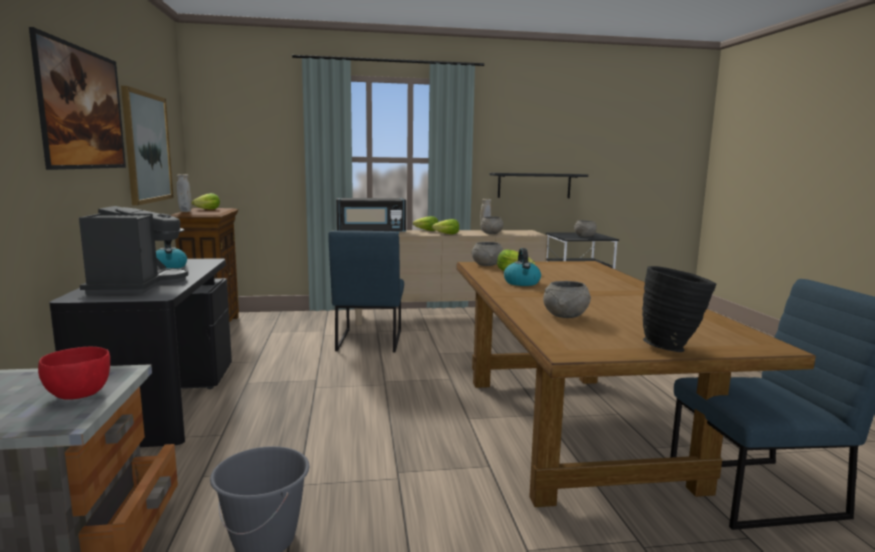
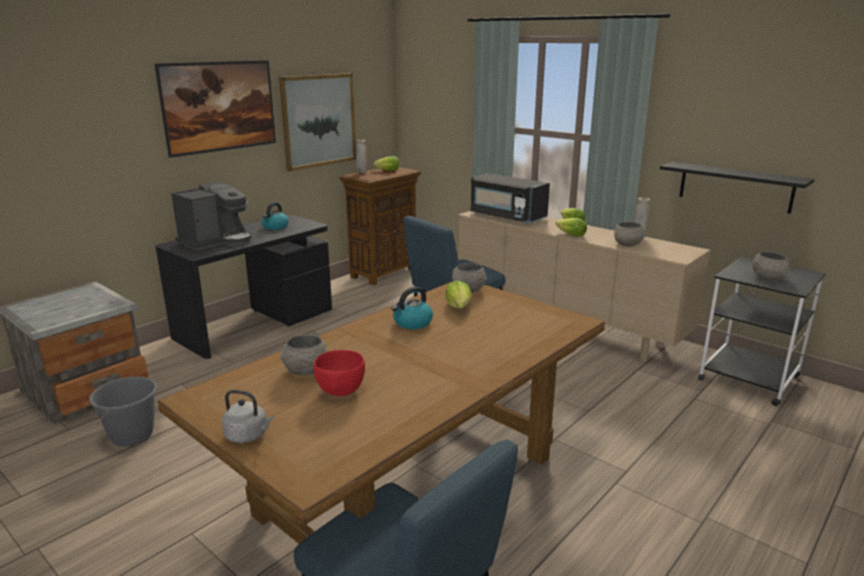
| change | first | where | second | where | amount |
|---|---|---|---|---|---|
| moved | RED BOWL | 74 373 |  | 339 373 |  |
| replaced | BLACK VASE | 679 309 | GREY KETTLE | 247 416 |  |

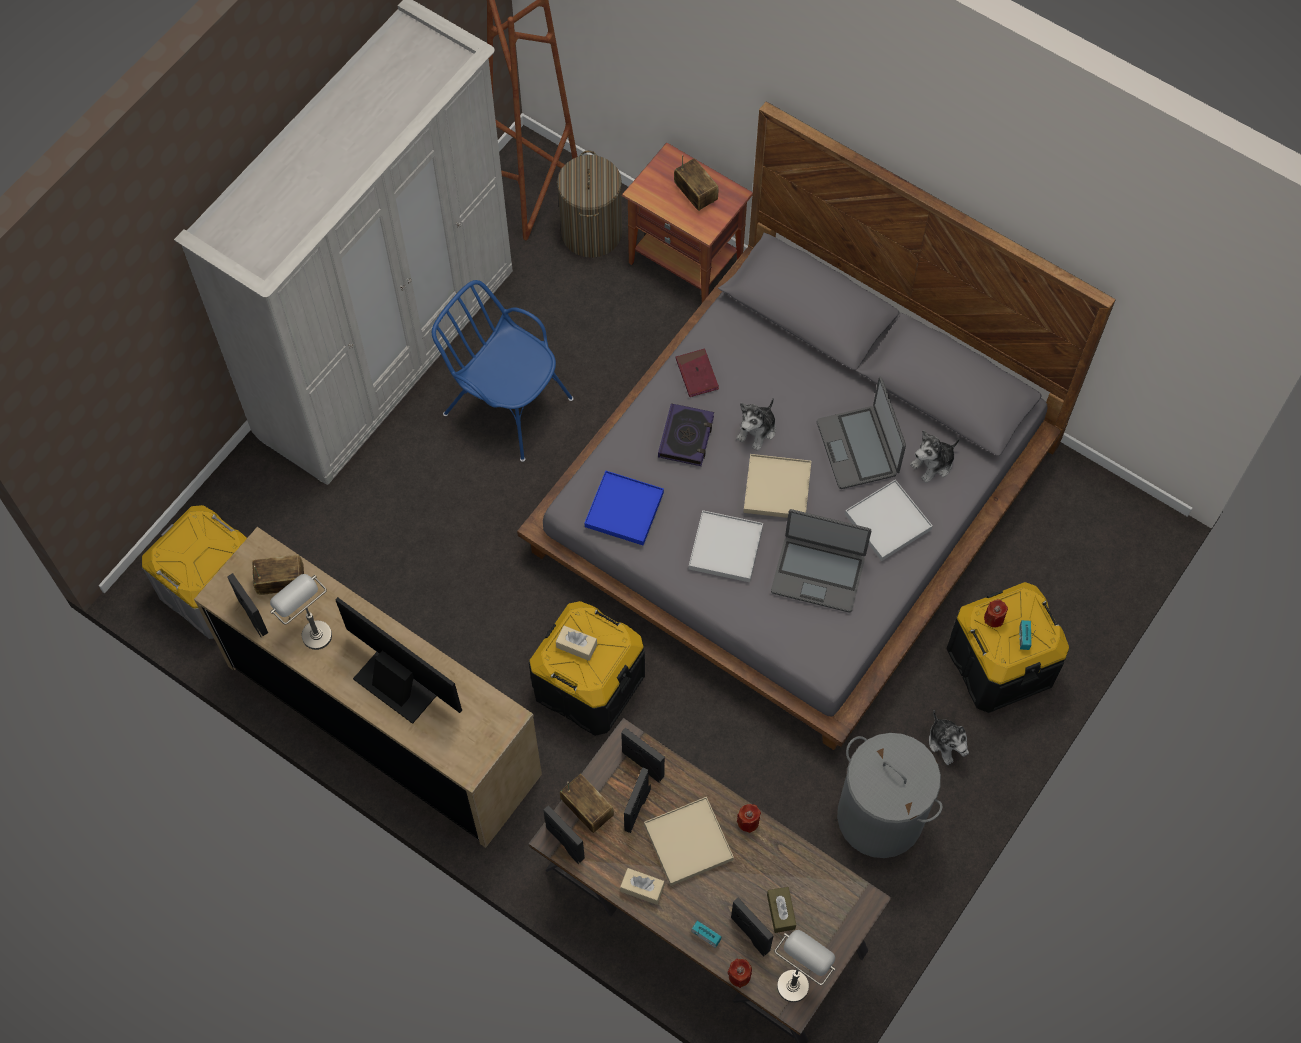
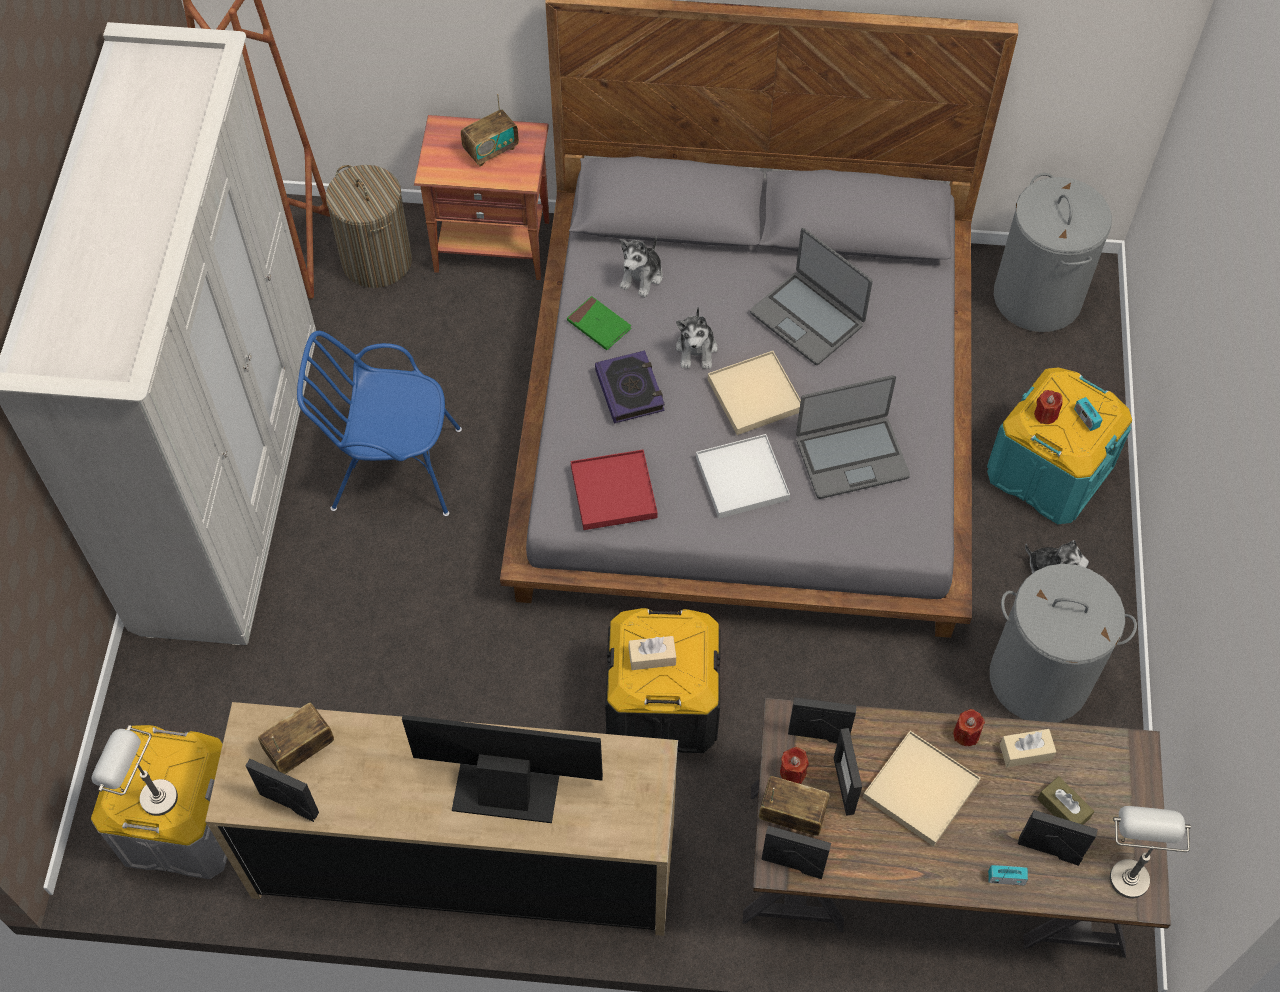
| change | first | where | second | where | amount |
|---|---|---|---|---|---|
| moved | GREY TABLE LAMP | 301 612 |  | 135 770 |  |
| recoloured | BLUE TRAY | 624 507 | RED TRAY | 614 490 |  |
| moved | BEIGE TISSUE BOX | 642 886 |  | 1028 748 |  |
| turned | RADIO | 696 183 |  | 490 130 | 120 degrees clockwise |
| recoloured | RED BOOK | 697 372 | GREEN BOOK | 599 323 |  |
| moved | RED CANDLE | 740 973 |  | 794 765 |  |
| removed | WHITE TRAY | 889 520 |  |  |  |
| moved | PLUSH TOY | 935 456 |  | 641 267 |  |
| recoloured | BLACK STORAGE BOX | 1007 647 | TURQUOISE STORAGE BOX | 1059 445 |  |
| added |  |  | GREY LAUNDRY BASKET | 1053 252 |  |

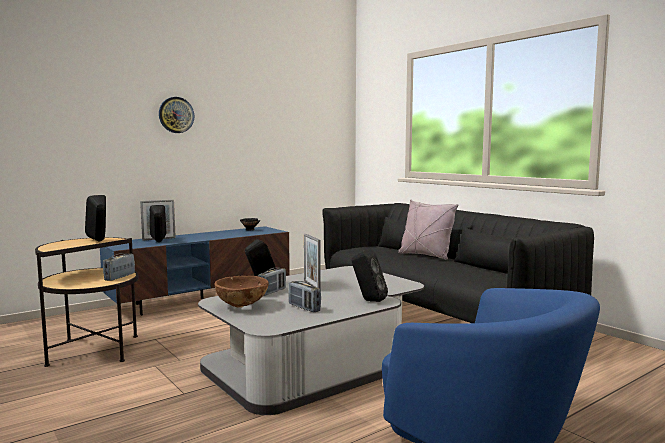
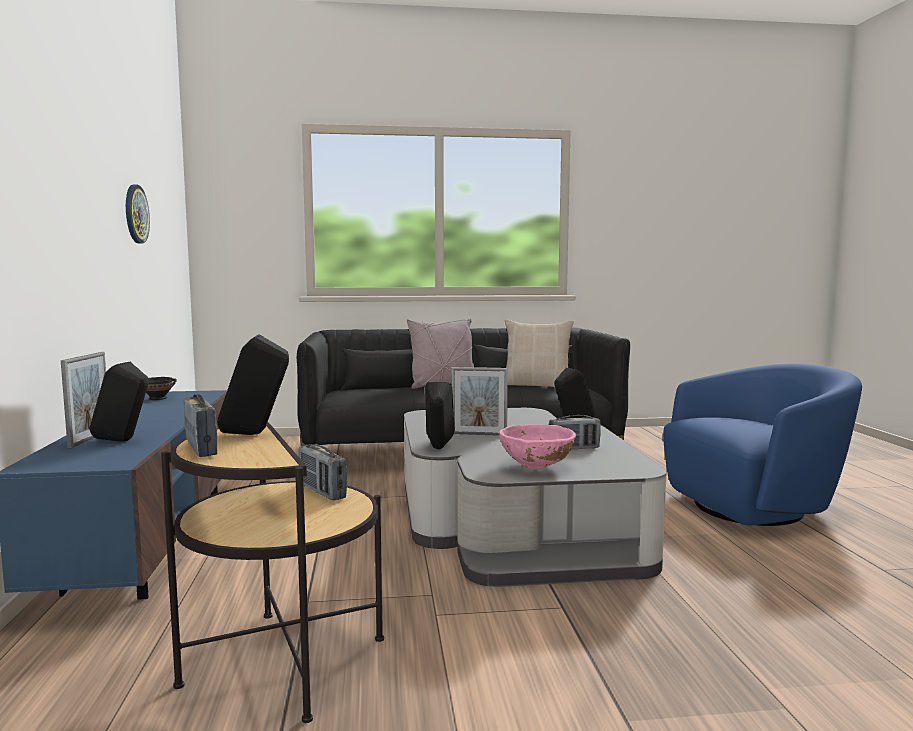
| change | first | where | second | where | amount |
|---|---|---|---|---|---|
| moved | WALL CLOCK | 176 115 |  | 138 214 |  |
| recoloured | BROWN BOWL | 241 292 | PINK BOWL | 537 446 |  |
| moved | RADIO | 272 281 |  | 200 425 |  |
| added |  |  | BEIGE PILLOW | 539 353 |  |

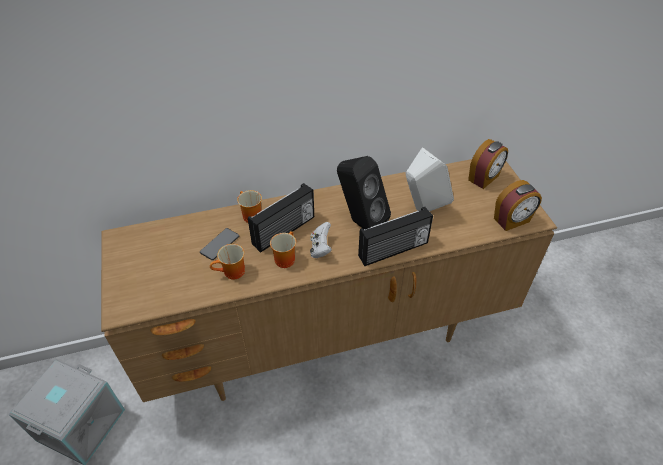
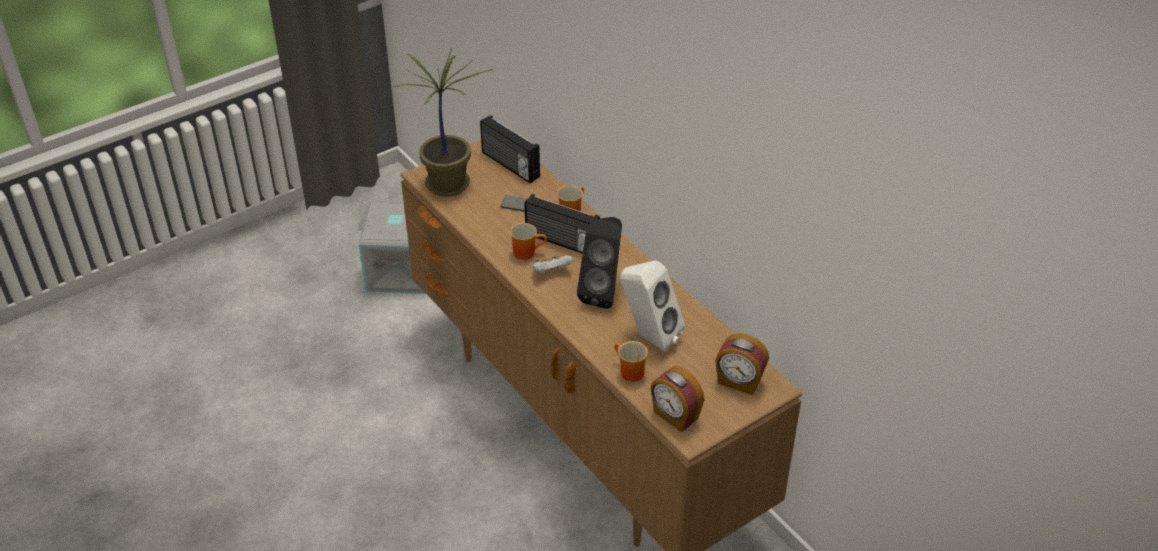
| change | first | where | second | where | amount |
|---|---|---|---|---|---|
| moved | MUG | 227 262 |  | 631 361 |  |
| moved | RADIO | 395 236 |  | 510 149 |  |
| added |  |  | POTTED PLANT | 443 122 |  |

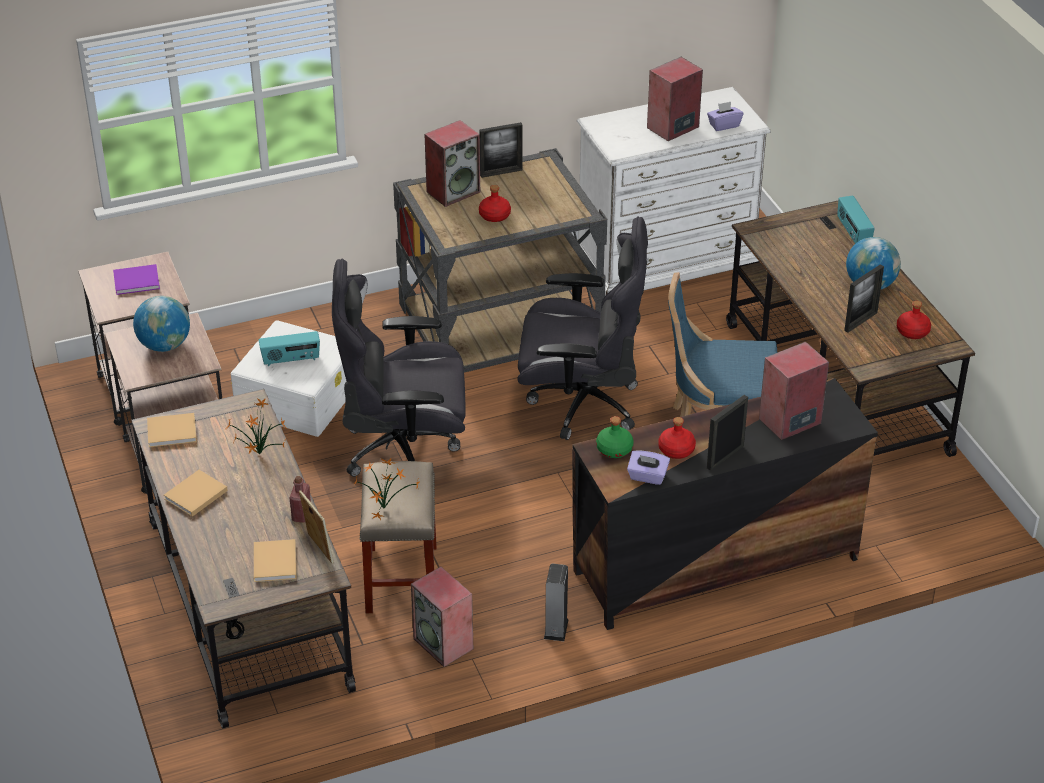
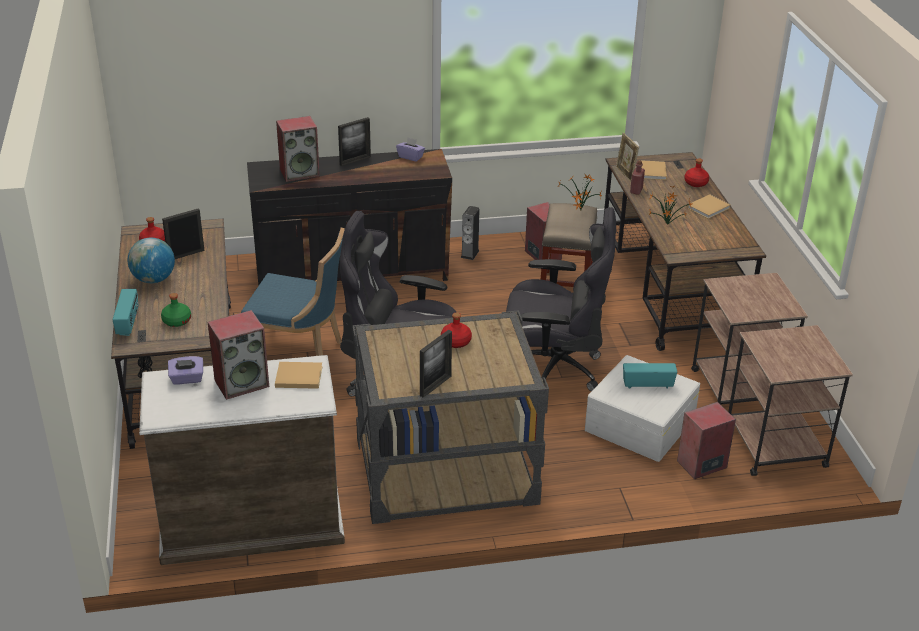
| change | first | where | second | where | amount |
|---|---|---|---|---|---|
| removed | PURPLE BOOK | 136 279 |  |  |  |
| removed | GLOBE | 161 324 |  |  |  |
| moved | BEIGE BOOK | 172 430 |  | 298 375 |  |
| moved | SPEAKER | 452 163 |  | 706 440 |  |
| turned | PICTURE FRAME | 501 150 |  | 436 364 | 135 degrees clockwise |
| moved | GREEN BOTTLE | 615 437 |  | 176 310 |  |
| moved | RED BOTTLE | 677 438 |  | 696 172 |  |

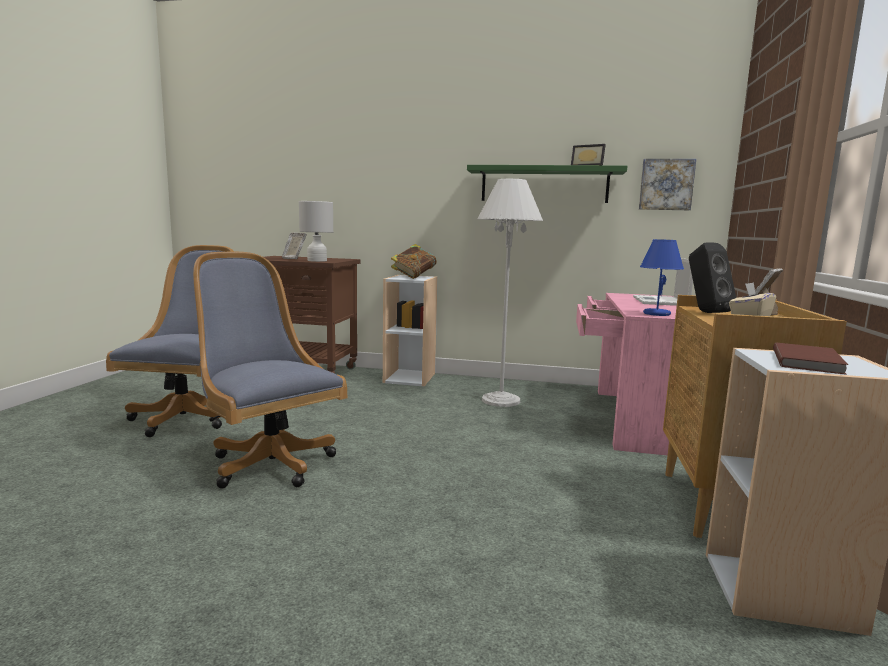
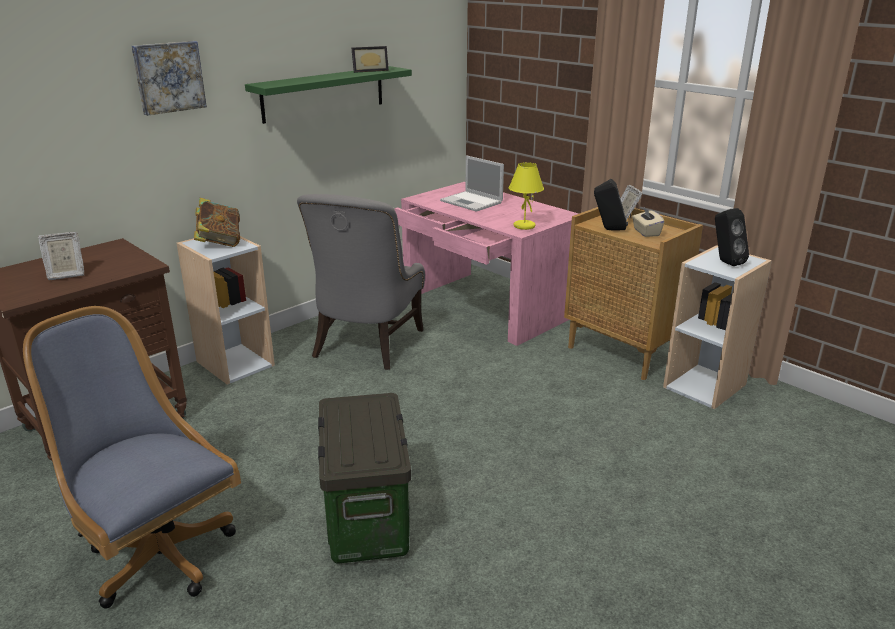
| change | first | where | second | where | amount |
|---|---|---|---|---|---|
| replaced | BLUE OFFICE CHAIR | 270 370 | STORAGE BOX | 364 478 |  |
| removed | GREY TABLE LAMP | 316 231 |  |  |  |
| replaced | WHITE FLOOR LAMP | 510 293 | GREY CHAIR | 361 282 |  |
| moved | PICTURE | 667 184 |  | 169 78 |  |
| recoloured | BLUE TABLE LAMP | 662 277 | YELLOW TABLE LAMP | 526 196 |  |
| replaced | BROWN BOOK | 810 358 | BLACK SPEAKER | 732 237 |  |

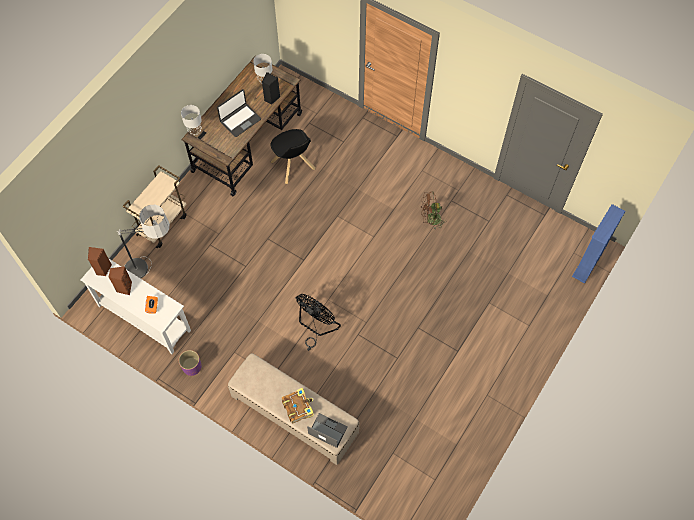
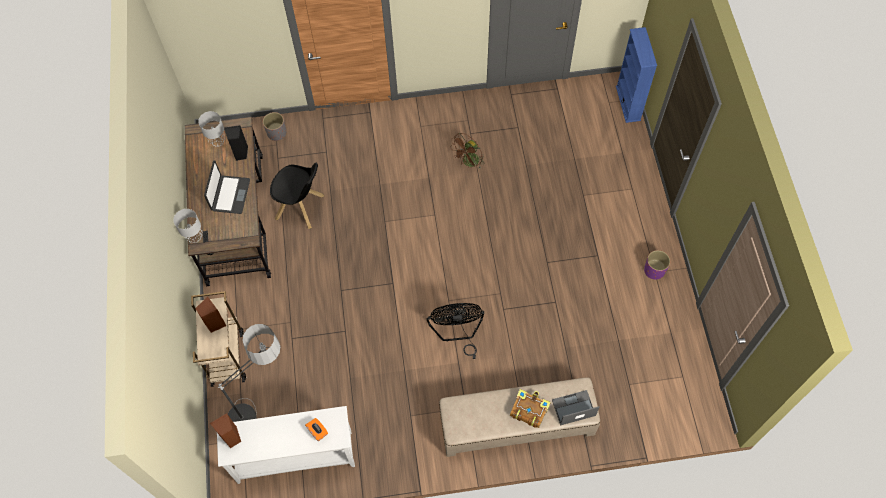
| change | first | where | second | where | amount |
|---|---|---|---|---|---|
| moved | BROWN SPEAKER | 120 280 |  | 210 315 |  |
| moved | PURPLE PLANTER | 190 363 |  | 657 265 |  |
| added |  |  | GREY PLANTER | 274 126 |  |

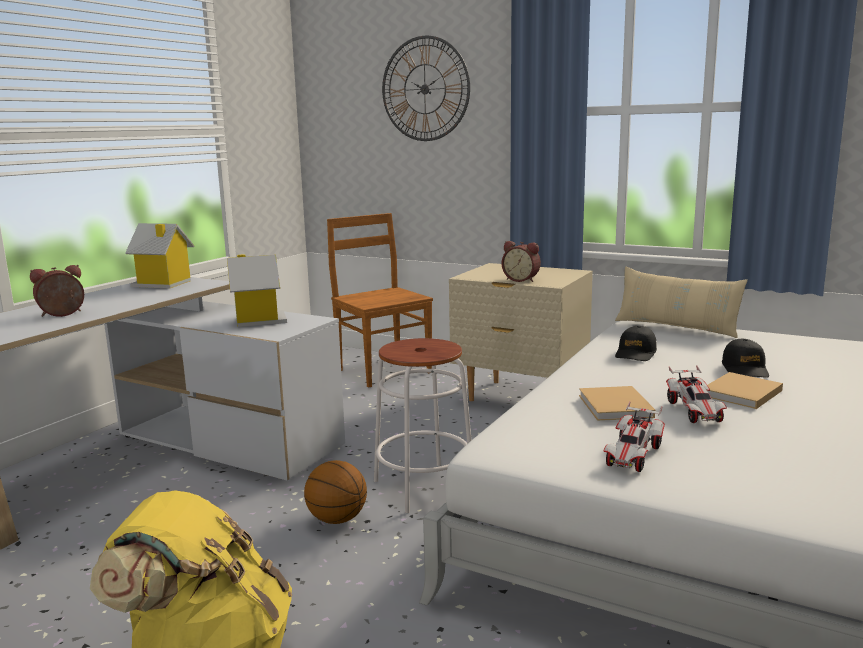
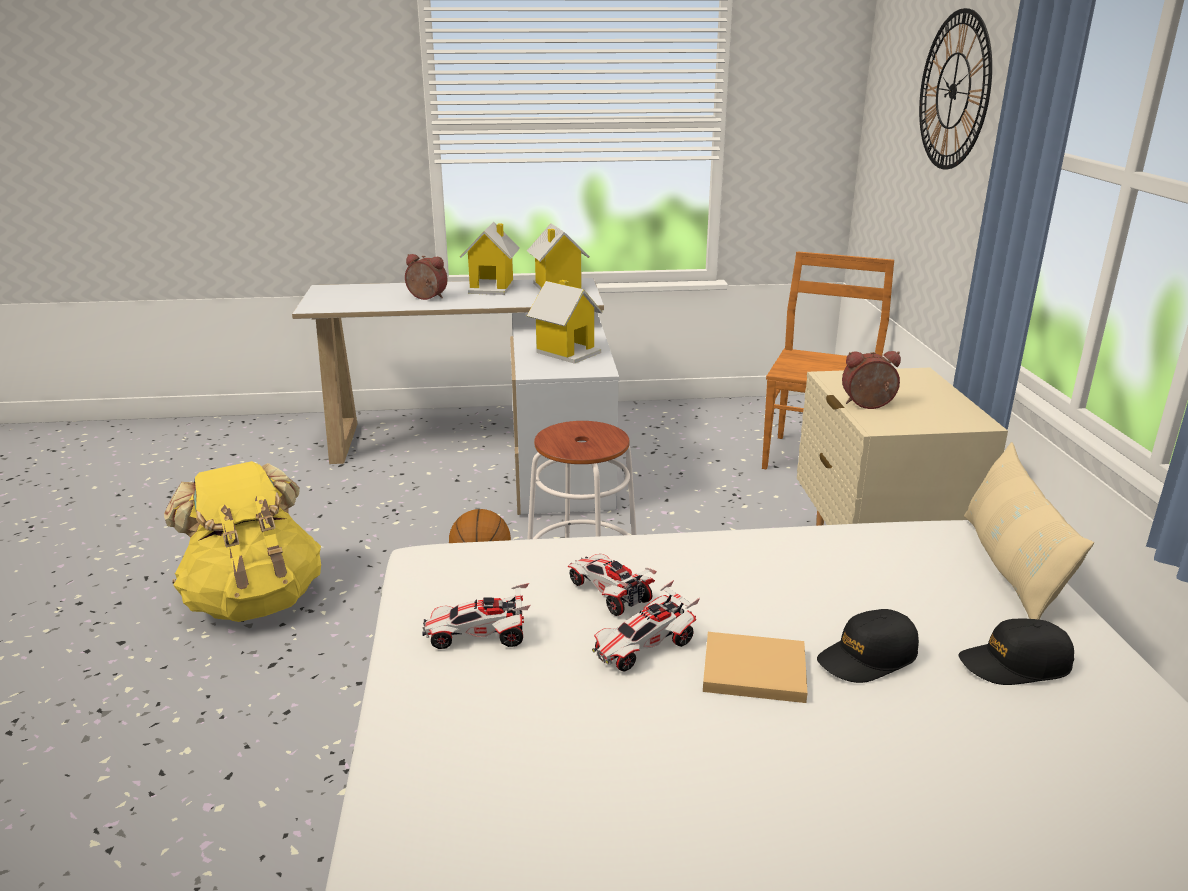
| change | first | where | second | where | amount |
|---|---|---|---|---|---|
| turned | ALARM CLOCK | 521 261 |  | 871 380 | 90 degrees clockwise |
| replaced | BEIGE BOOK | 617 403 | TOY CAR | 612 585 |  |
| moved | BLACK CAP | 636 343 |  | 1016 651 |  |
| added |  |  | TOY HOUSE | 490 258 |  |

